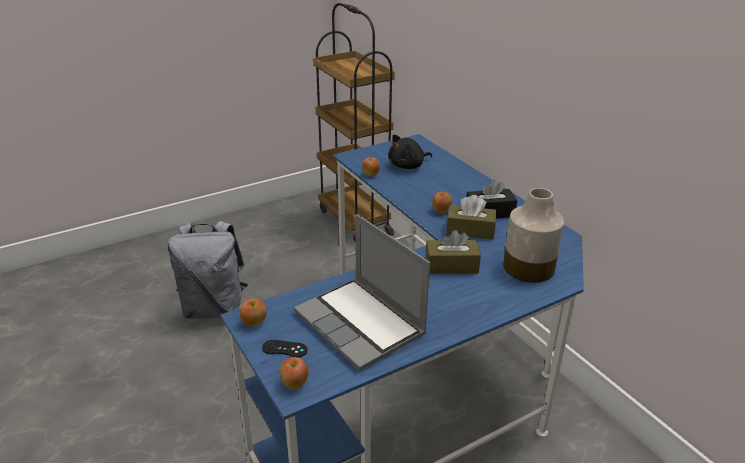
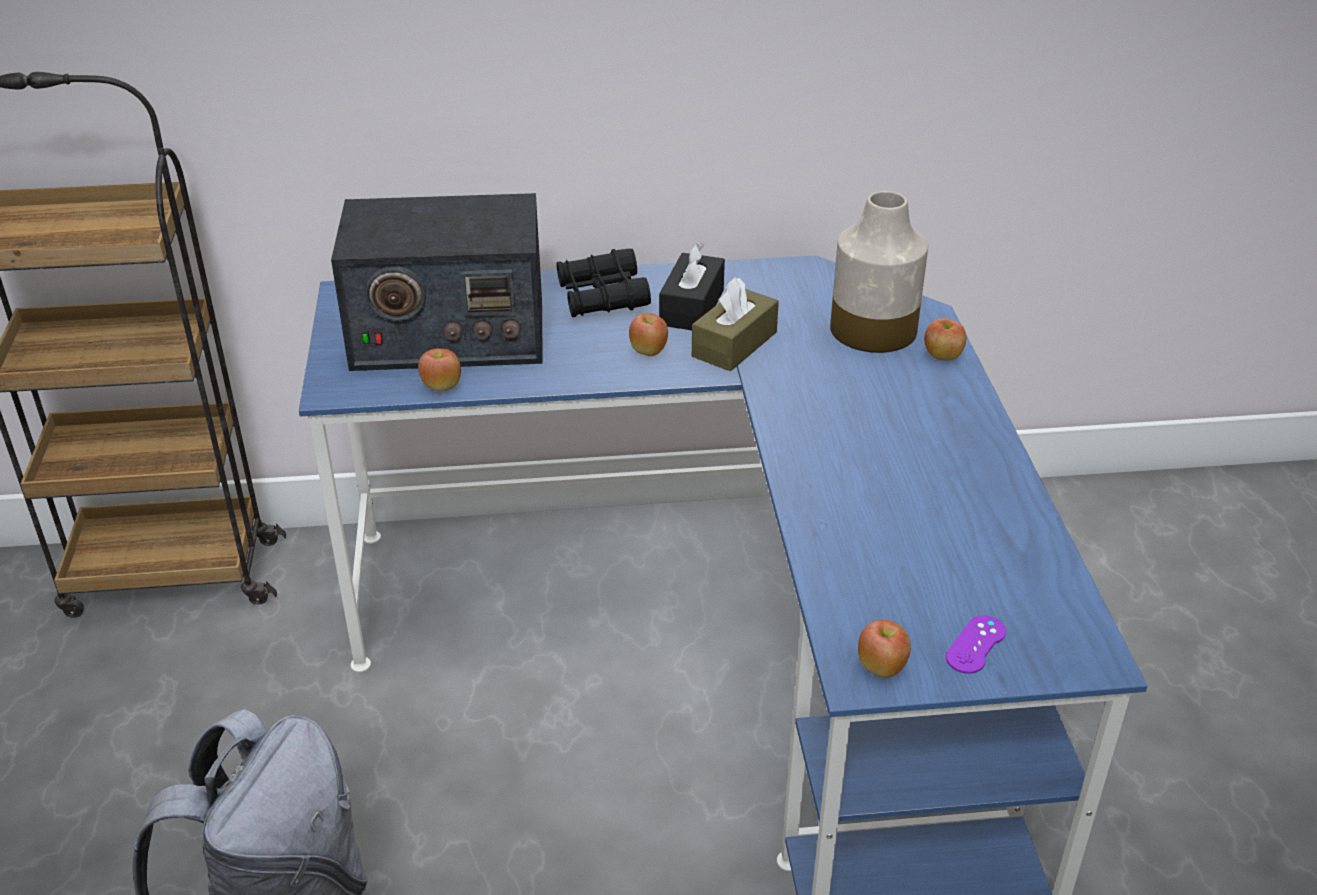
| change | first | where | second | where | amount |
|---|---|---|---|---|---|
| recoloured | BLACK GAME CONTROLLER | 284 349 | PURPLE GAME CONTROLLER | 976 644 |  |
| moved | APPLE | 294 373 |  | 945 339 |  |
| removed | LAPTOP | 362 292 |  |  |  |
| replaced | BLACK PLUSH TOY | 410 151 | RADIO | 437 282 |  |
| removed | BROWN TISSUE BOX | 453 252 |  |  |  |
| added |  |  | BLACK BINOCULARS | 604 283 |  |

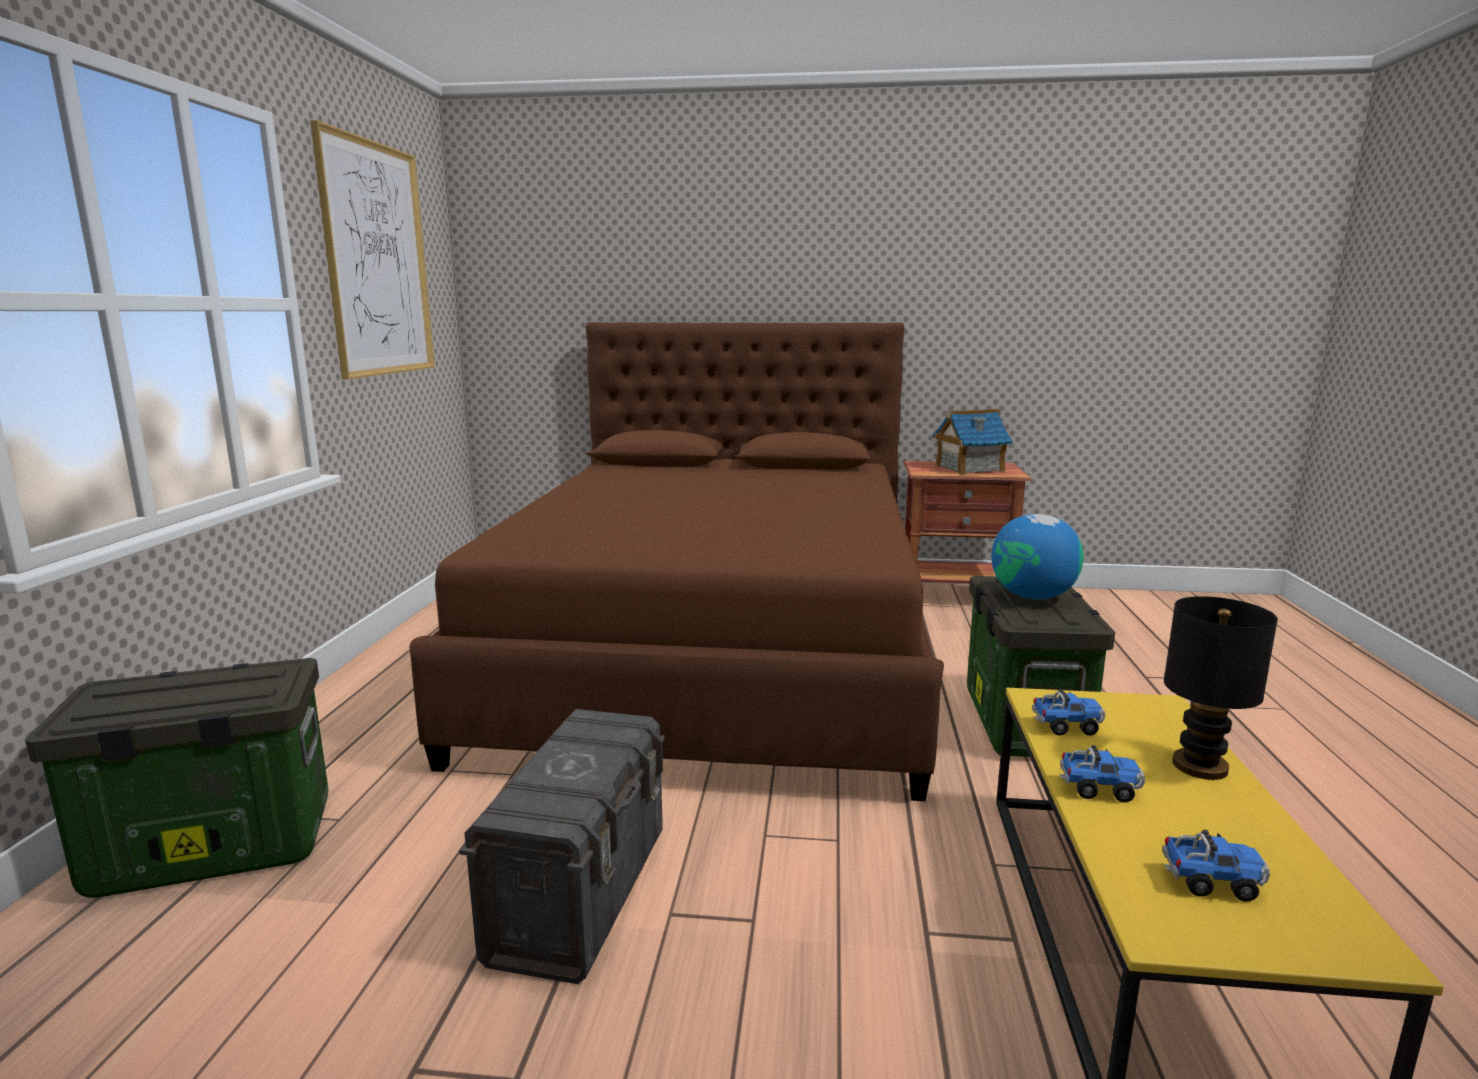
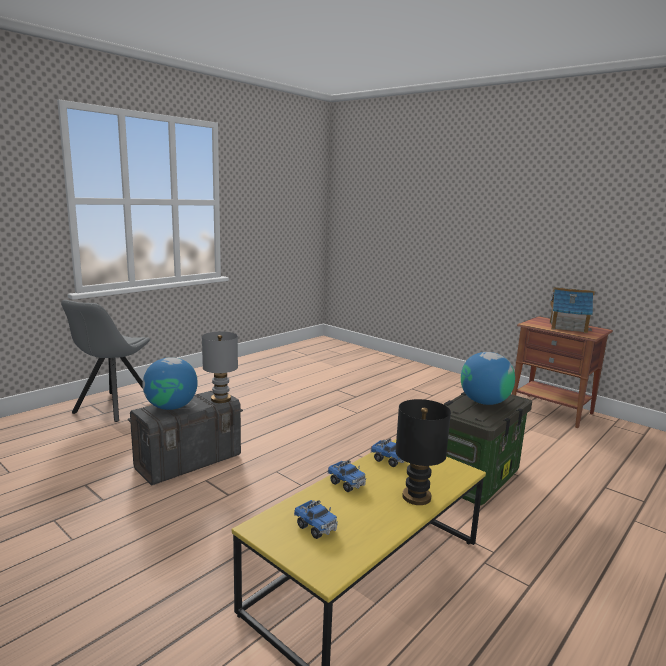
| change | first | where | second | where | amount |
|---|---|---|---|---|---|
| replaced | STORAGE BOX | 177 778 | GREY CHAIR | 105 361 |  |
| removed | PICTURE | 372 249 |  |  |  |
| removed | BROWN BED | 676 561 |  |  |  |
| added |  |  | GLOBE | 170 383 |  |
| added |  |  | GREY TABLE LAMP | 220 367 |  |

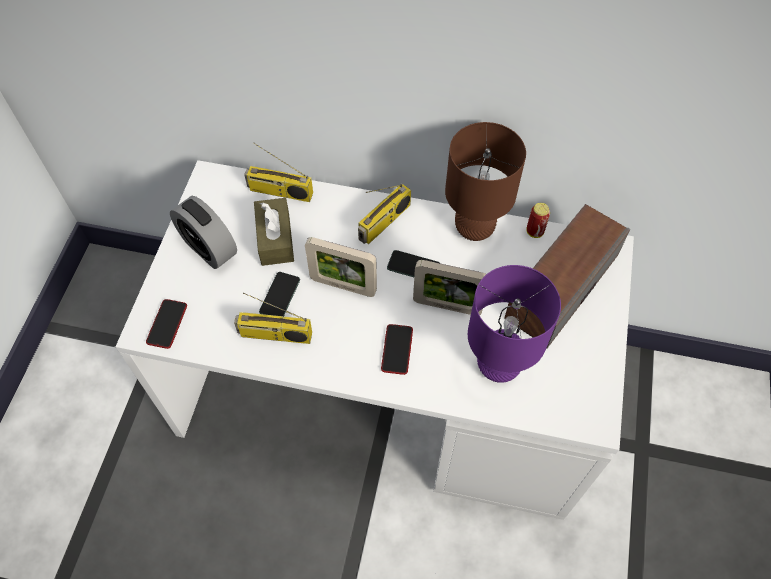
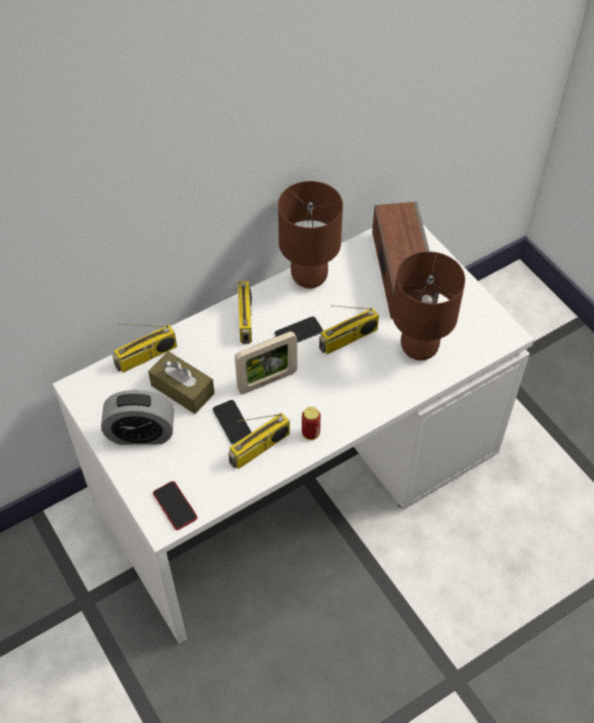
| change | first | where | second | where | amount |
|---|---|---|---|---|---|
| removed | PHONE | 397 349 |  |  |  |
| replaced | PICTURE FRAME | 449 287 | RADIO | 349 329 |  |
| recoloured | PURPLE TABLE LAMP | 514 324 | BROWN TABLE LAMP | 428 305 |  |
| moved | CAN | 538 220 |  | 311 423 |  |

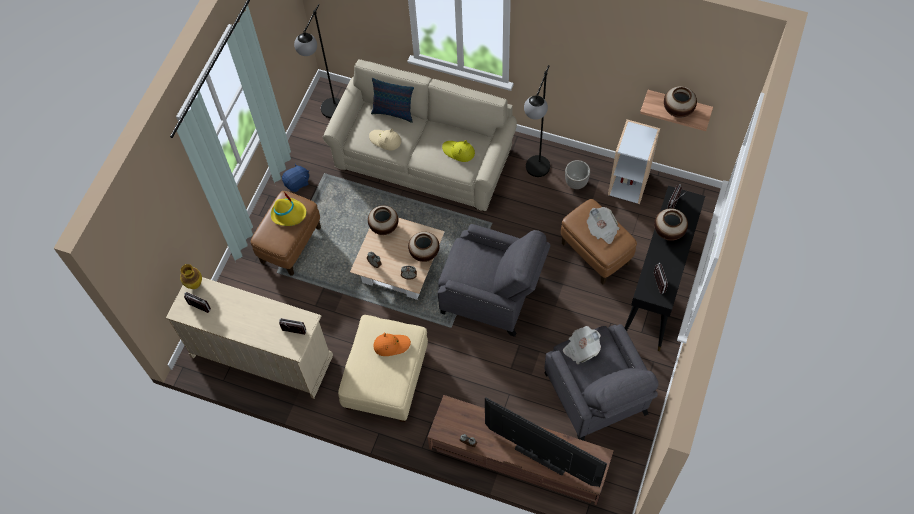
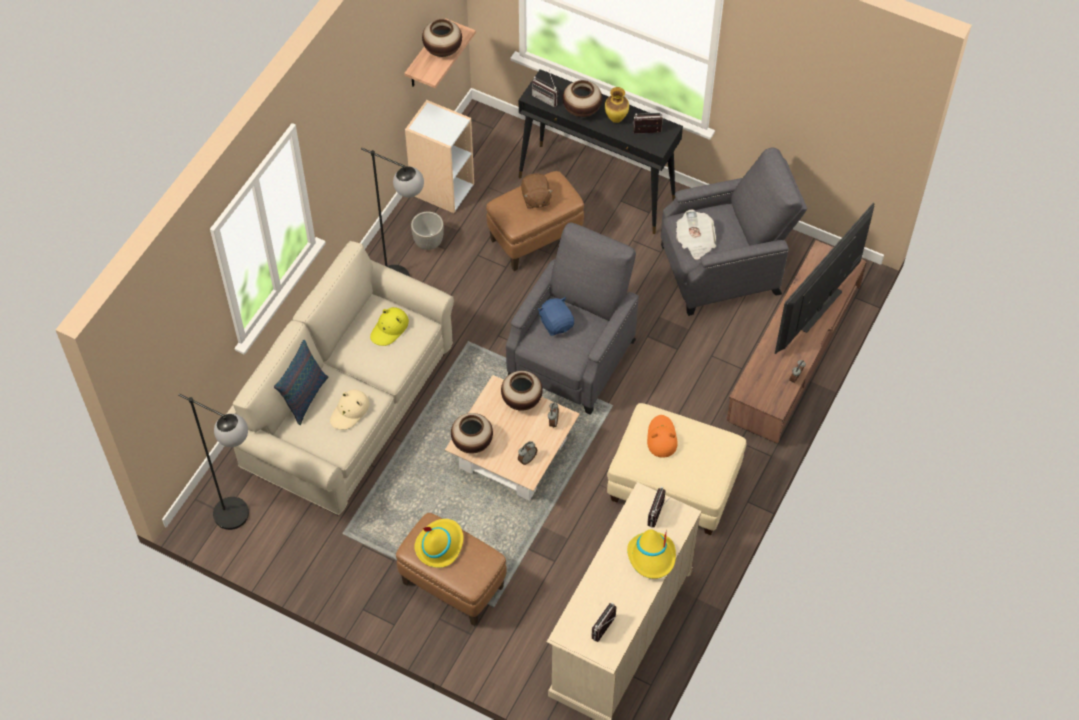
| change | first | where | second | where | amount |
|---|---|---|---|---|---|
| moved | VASE | 191 276 |  | 617 105 |  |
| moved | BLUE PLUSH TOY | 295 177 |  | 556 316 |  |
| replaced | NEWSPAPER | 603 225 | BROWN PLUSH TOY | 537 191 |  |
| added |  |  | YELLOW HAT | 651 554 |  |

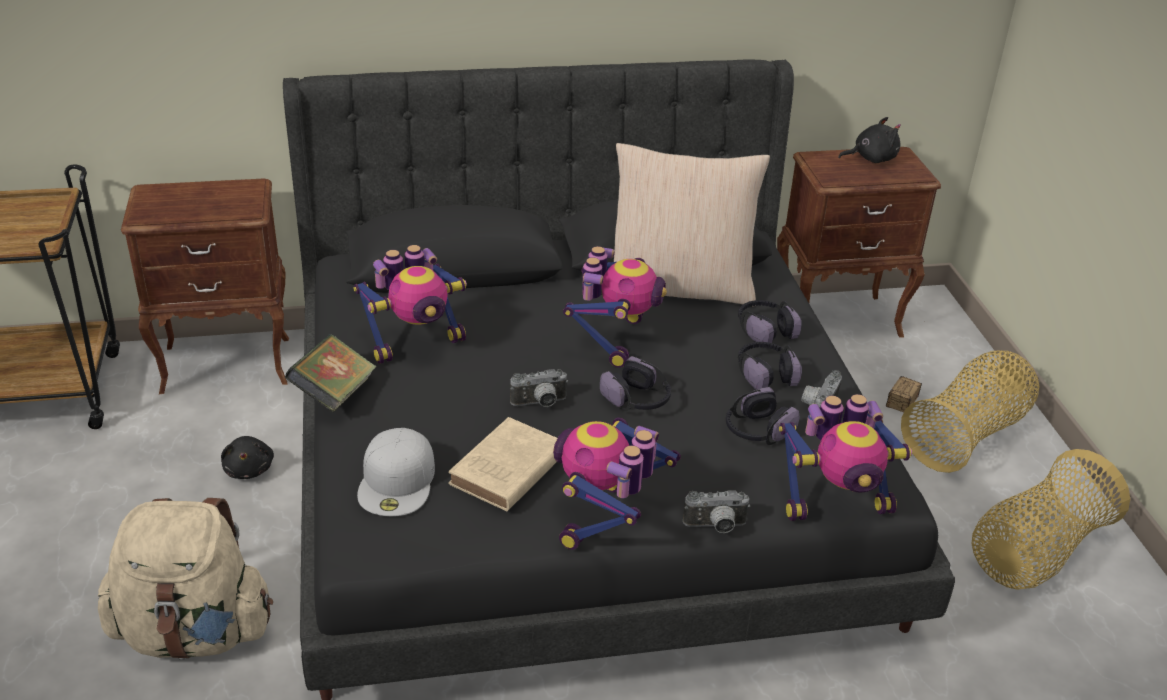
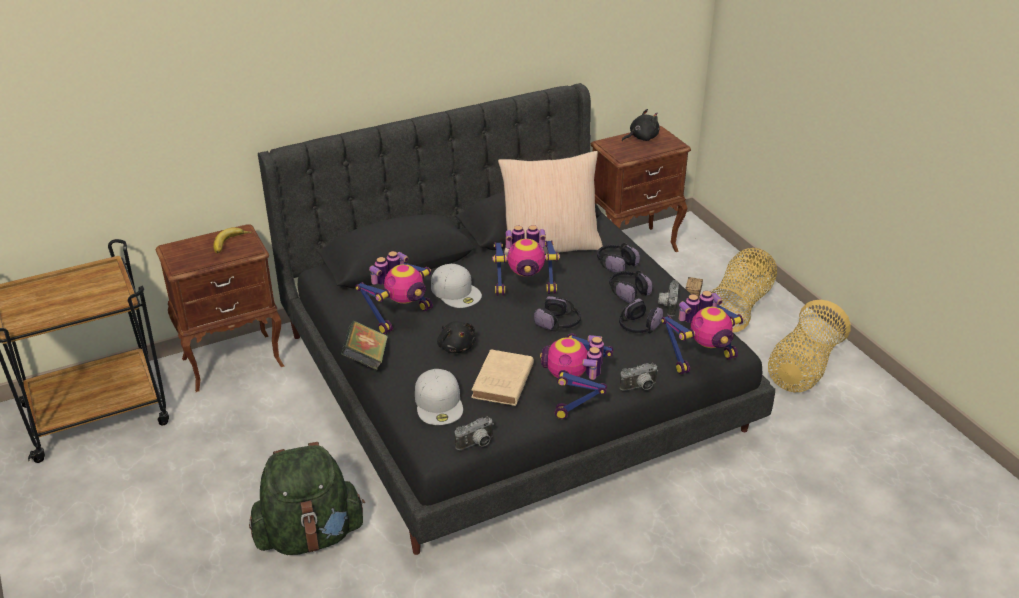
| change | first | where | second | where | amount |
|---|---|---|---|---|---|
| recoloured | BEIGE BACKPACK | 185 579 | GREEN BACKPACK | 307 498 |  |
| moved | BLACK PLUSH TOY | 247 457 |  | 456 337 |  |
| moved | PHOTO CAMERA | 539 388 |  | 474 433 |  |
| turned | TOY ROBOT | 615 307 |  | 526 260 | 90 degrees clockwise |
| added |  |  | BANANA | 232 240 |  |
| added |  |  | WHITE CAP | 456 286 |  |

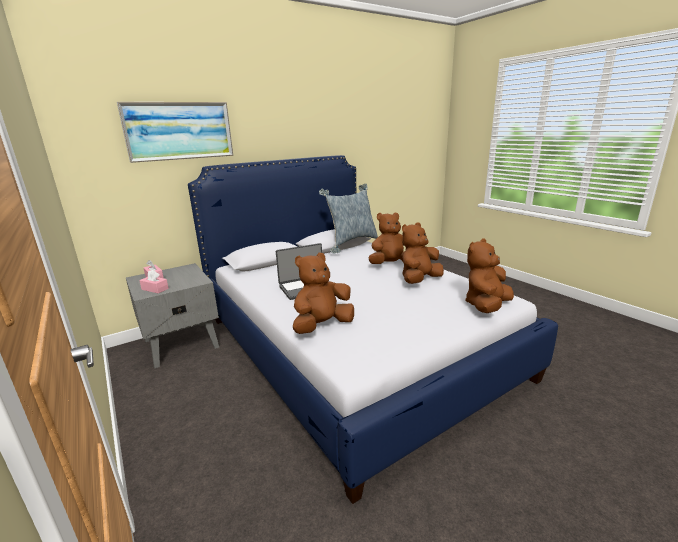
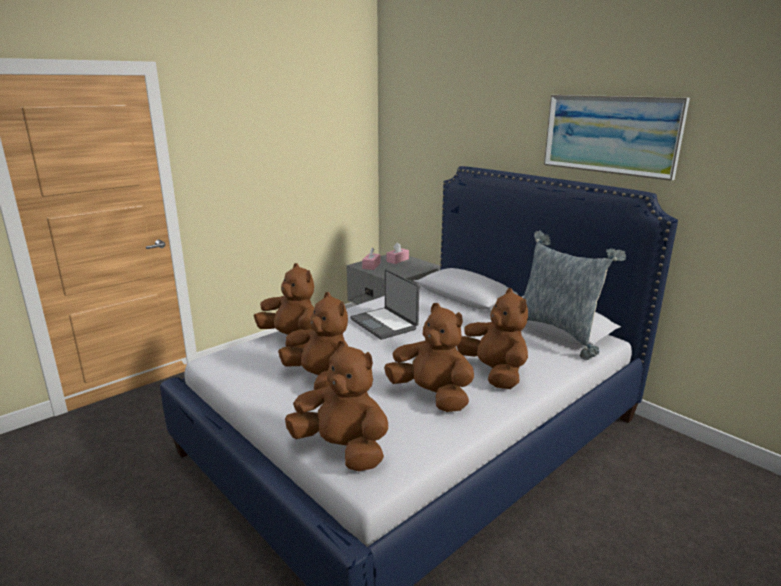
| change | first | where | second | where | amount |
|---|---|---|---|---|---|
| moved | PICTURE | 175 132 |  | 617 138 |  |
| added |  |  | BROWN PLUSH TOY | 313 341 |  |

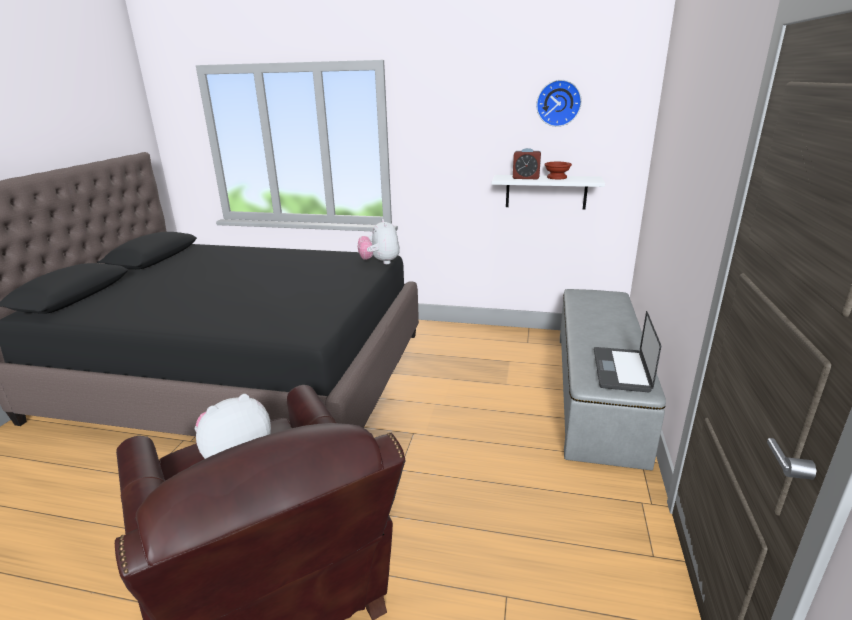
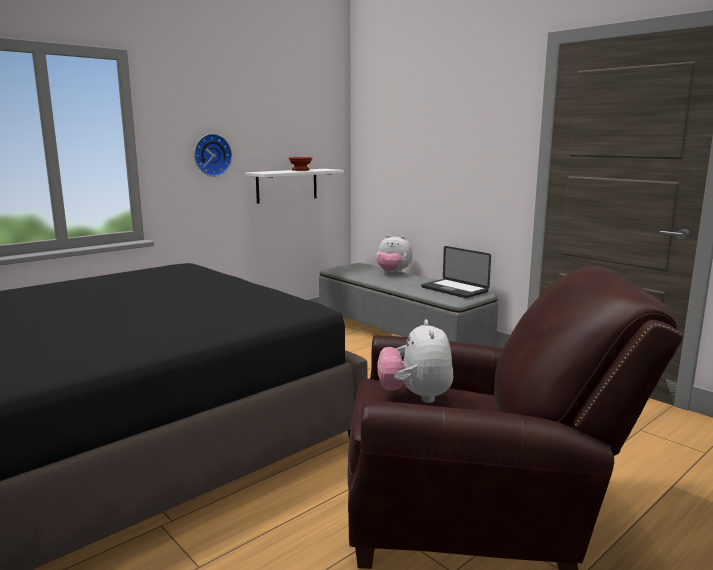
| change | first | where | second | where | amount |
|---|---|---|---|---|---|
| moved | PLUSH TOY | 379 241 |  | 394 254 |  |
| removed | ALARM CLOCK | 527 163 |  |  |  |
| moved | WALL CLOCK | 559 103 |  | 213 155 |  |

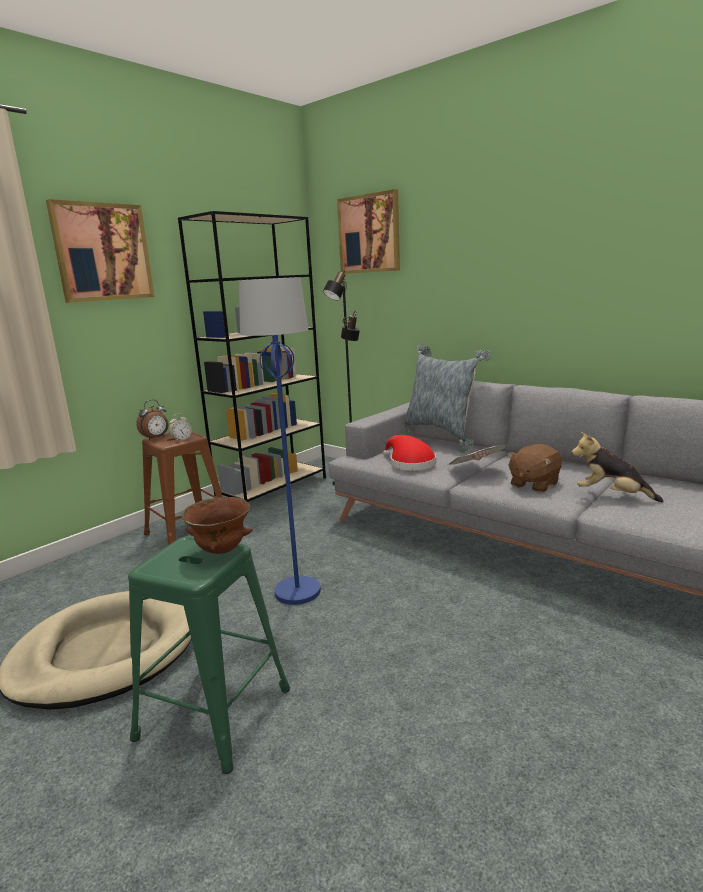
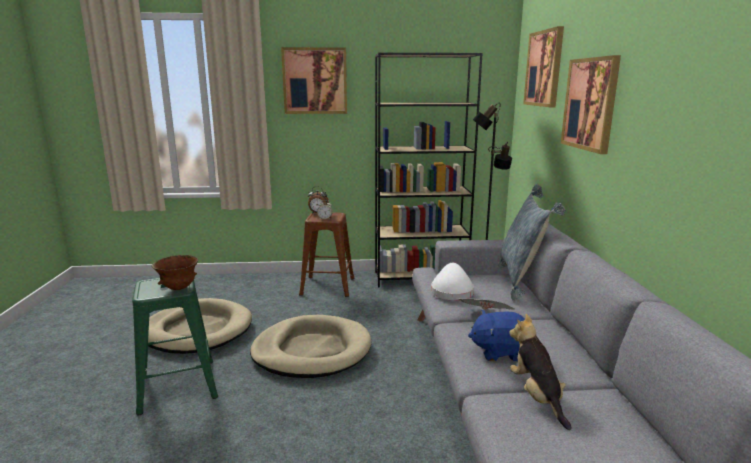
| change | first | where | second | where | amount |
|---|---|---|---|---|---|
| replaced | BLUE FLOOR LAMP | 280 441 | BEIGE DOG BED | 311 346 |  |
| recoloured | RED HAT | 409 452 | WHITE HAT | 452 281 |  |
| recoloured | BROWN PLUSH TOY | 534 468 | BLUE PLUSH TOY | 496 335 |  |
| added |  |  | PICTURE | 591 104 |  |

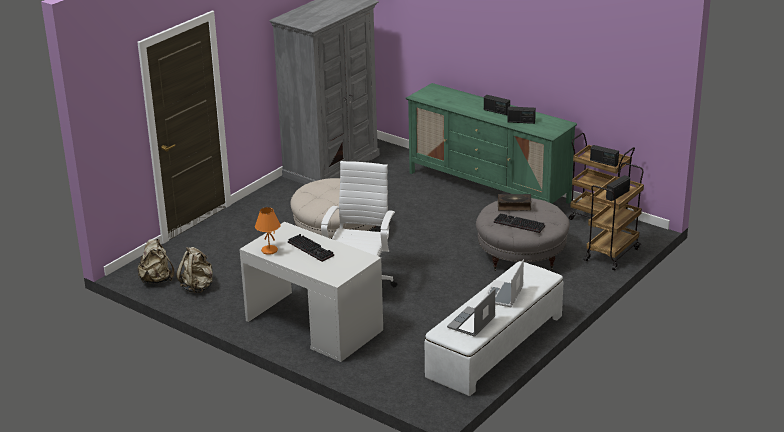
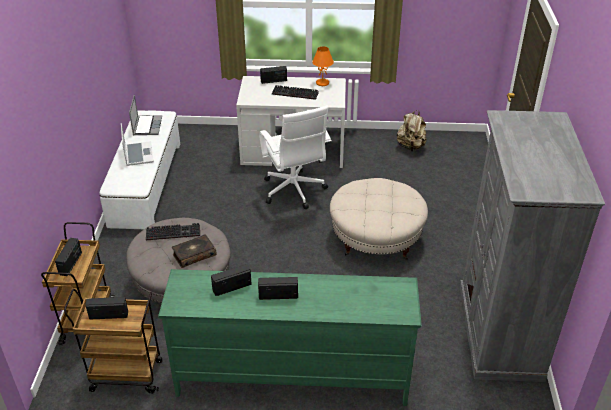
| change | first | where | second | where | amount |
|---|---|---|---|---|---|
| removed | BEIGE BACKPACK | 156 261 |  |  |  |
| added |  |  | RADIO | 273 75 |  |

